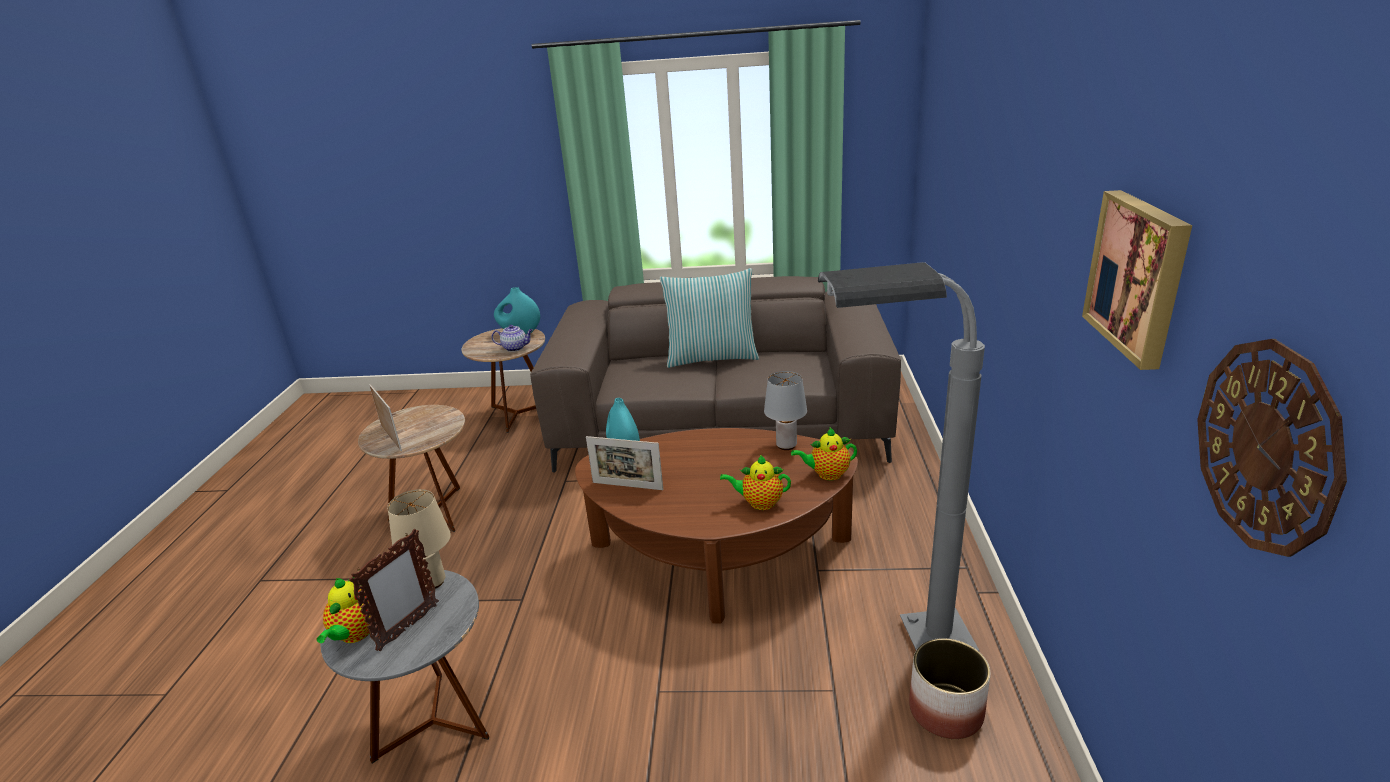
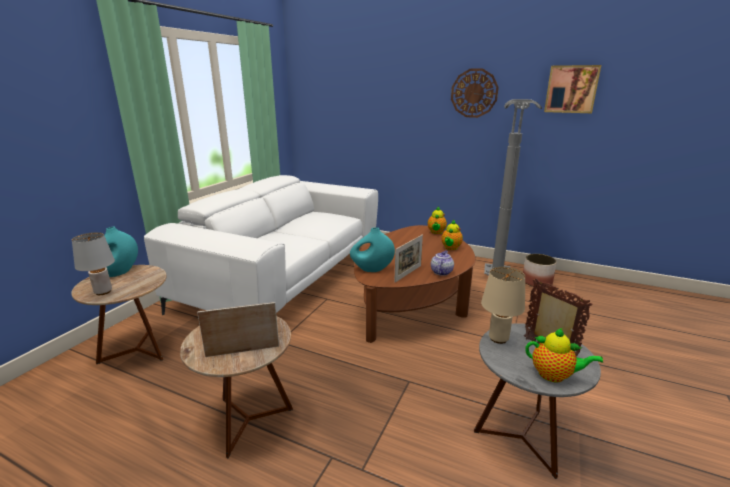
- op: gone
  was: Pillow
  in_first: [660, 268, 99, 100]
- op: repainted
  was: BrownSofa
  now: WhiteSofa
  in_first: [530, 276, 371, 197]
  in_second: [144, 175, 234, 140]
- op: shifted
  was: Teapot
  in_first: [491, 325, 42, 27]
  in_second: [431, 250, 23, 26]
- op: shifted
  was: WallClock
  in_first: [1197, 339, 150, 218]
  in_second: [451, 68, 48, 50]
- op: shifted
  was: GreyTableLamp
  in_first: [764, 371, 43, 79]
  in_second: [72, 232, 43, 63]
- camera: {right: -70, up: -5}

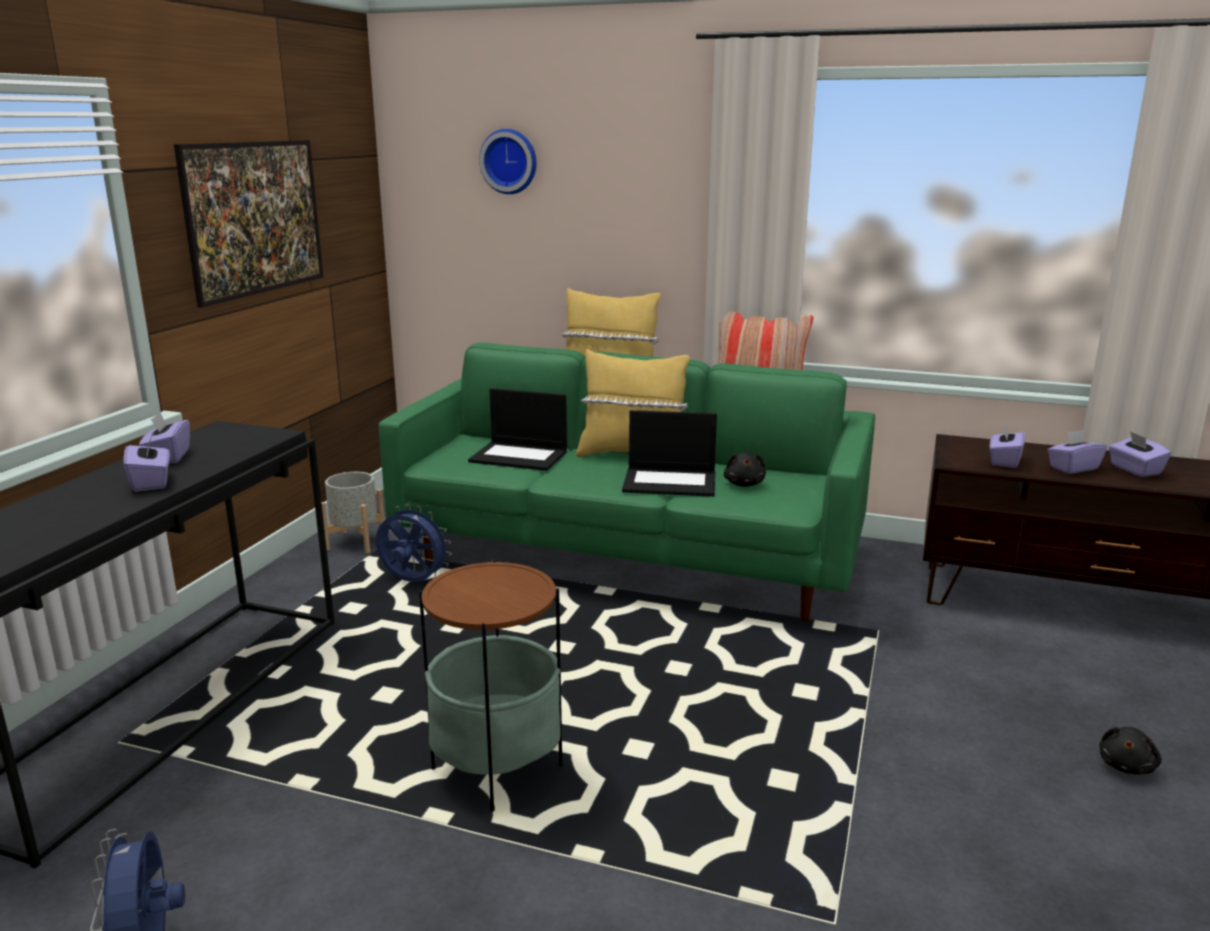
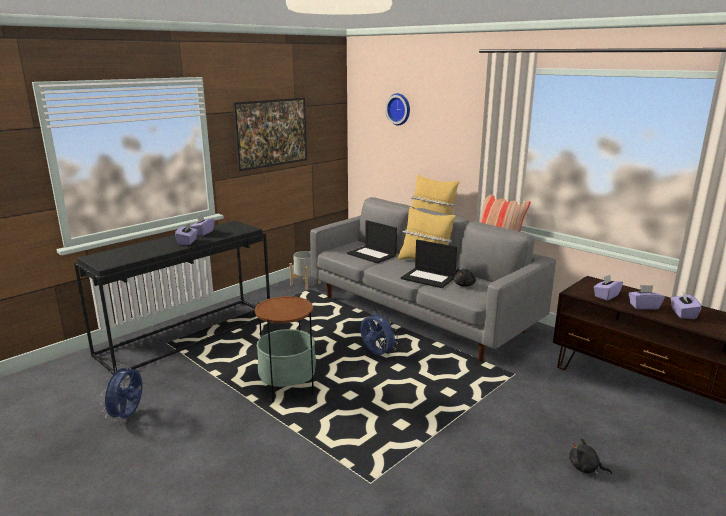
- op: repainted
  was: GreenSofa
  now: GreySofa
  in_first: [378, 342, 497, 279]
  in_second: [310, 197, 246, 164]
- op: shifted
  was: BlueFan
  in_first: [376, 504, 76, 78]
  in_second: [361, 311, 37, 44]
- op: rotated
  was: BlackPlushToy
  in_first: [1099, 727, 63, 48]
  in_second: [569, 438, 43, 37]
  clockwise: 60
- camera: {right: 25, up: 0}

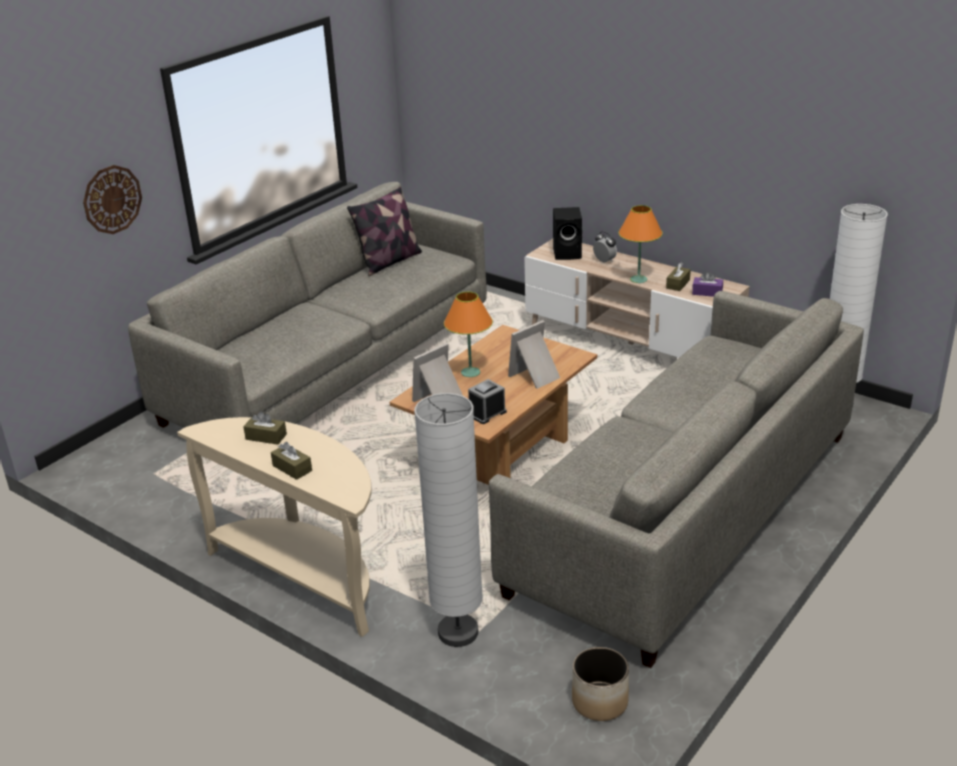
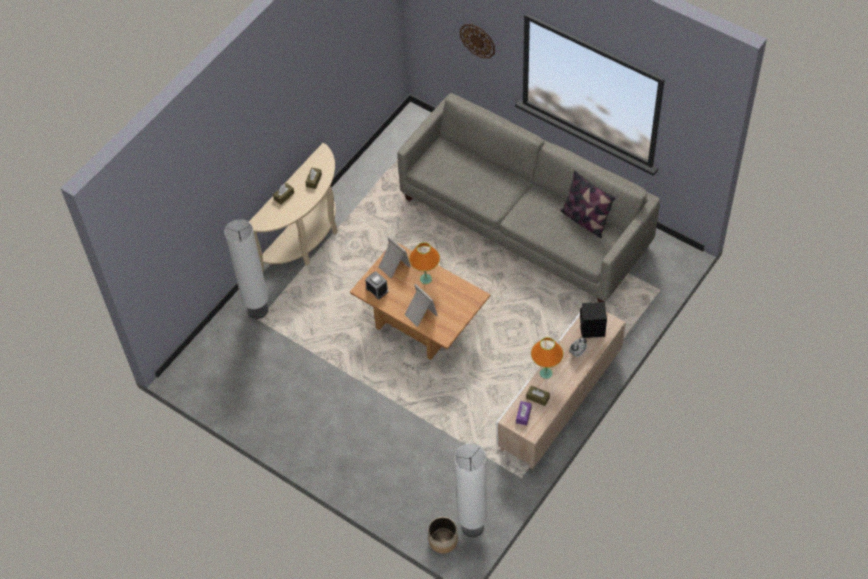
- op: gone
  was: GreySofa
  in_first: [489, 291, 375, 377]
- op: shifted
  was: Planter
  in_first: [572, 647, 57, 74]
  in_second: [428, 517, 30, 36]
- camera: {right: 90, up: 25}

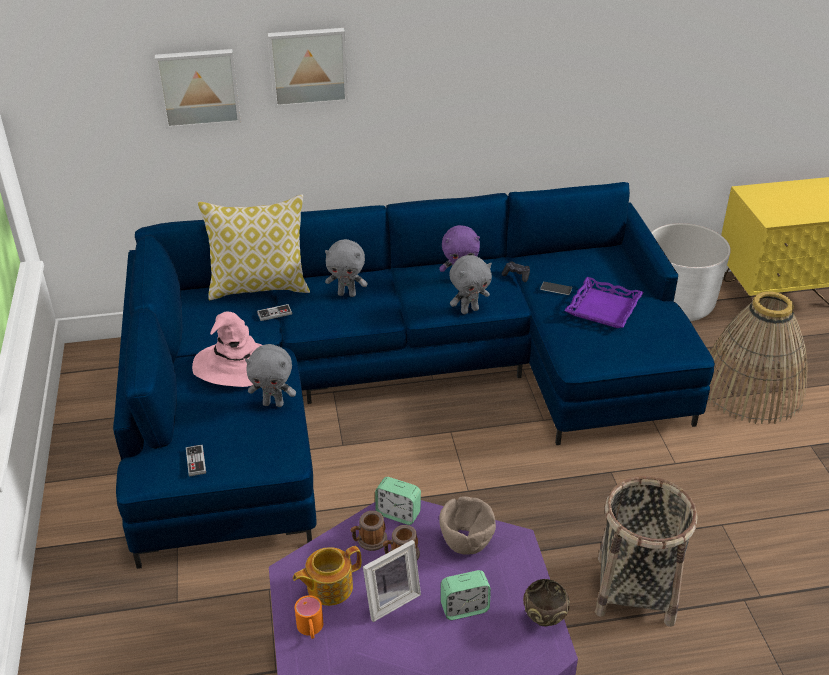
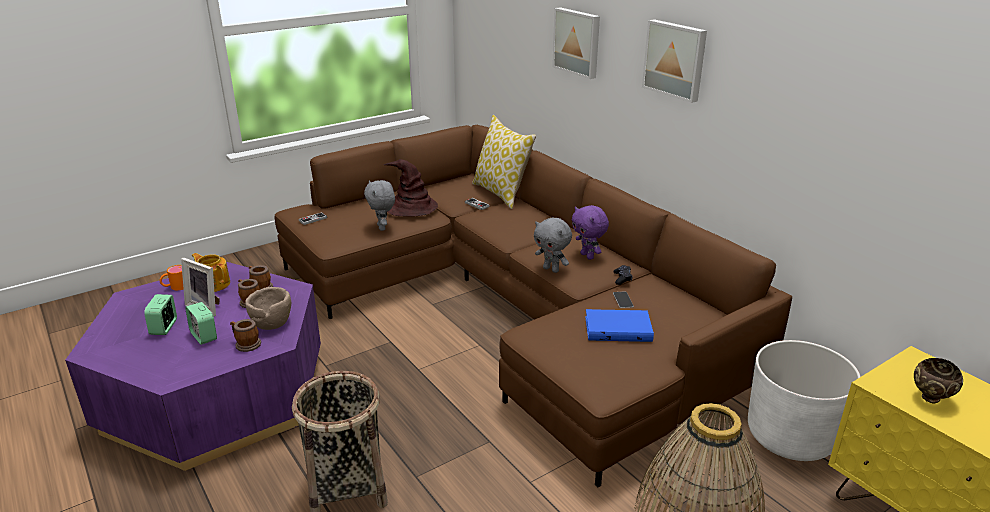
- op: shifted
  was: Picture
  in_first: [154, 49, 87, 80]
  in_second: [642, 19, 65, 84]
- op: repainted
  was: BlueSofa
  now: BrownSofa
  in_first: [113, 182, 602, 387]
  in_second: [275, 125, 517, 362]
- op: gone
  was: GreyPlushToy
  in_first: [325, 239, 43, 58]
- op: swapped
  was: PurpleTray
  now: BlueBook
  in_first: [564, 277, 80, 51]
  in_second: [585, 309, 69, 33]
- op: repainted
  was: PinkHat
  now: BrownHat
  in_first: [192, 311, 70, 76]
  in_second: [384, 159, 54, 58]
- op: shifted
  was: AlarmClock
  in_first: [375, 477, 46, 48]
  in_second: [144, 294, 33, 41]
- op: shifted
  was: BrownBowl
  in_first: [523, 579, 47, 48]
  in_second: [914, 358, 49, 45]
- op: new
  now: Mug
  in_second: [230, 319, 31, 33]
- camera: {right: 65, up: -10}

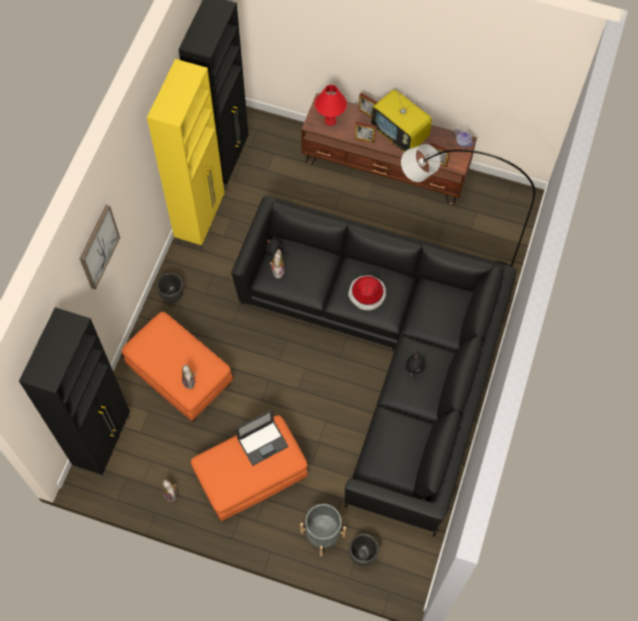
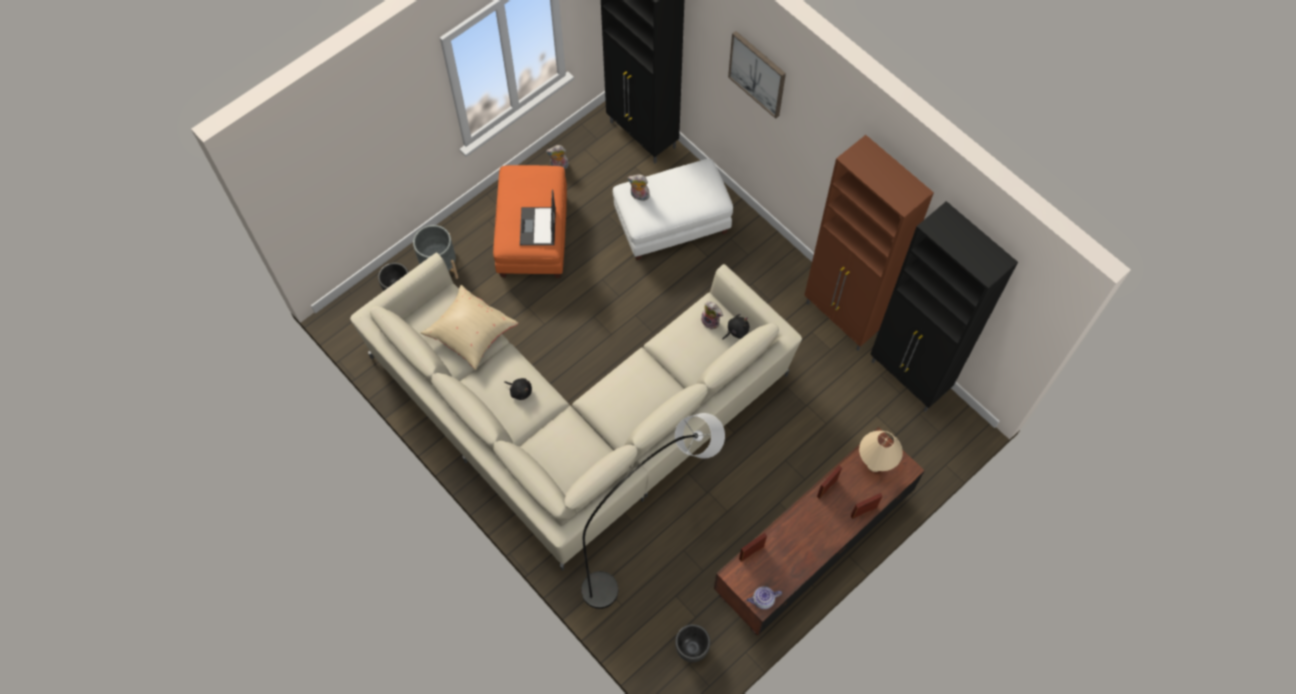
- op: repainted
  was: YellowCabinet
  now: BrownCabinet
  in_first: [147, 59, 77, 191]
  in_second: [805, 135, 129, 216]
- op: repainted
  was: RedTableLamp
  now: BeigeTableLamp
  in_first: [315, 85, 32, 41]
  in_second: [859, 431, 44, 41]
- op: gone
  was: Television
  in_first: [371, 90, 61, 62]
- op: repainted
  was: BlackSofa
  now: BeigeSofa
  in_first: [232, 196, 285, 341]
  in_second: [350, 252, 452, 319]
- op: shifted
  was: BlackPlanter
  in_first: [156, 273, 28, 30]
  in_second: [675, 624, 36, 38]
- op: gone
  was: Hat
  in_first: [348, 275, 38, 35]
- op: repainted
  was: OrangeOttoman
  now: WhiteOttoman
  in_first: [122, 312, 111, 110]
  in_second: [613, 159, 120, 101]
- op: new
  now: BeigePillow
  in_second: [421, 285, 97, 85]
- camera: {right: 120, up: 0}

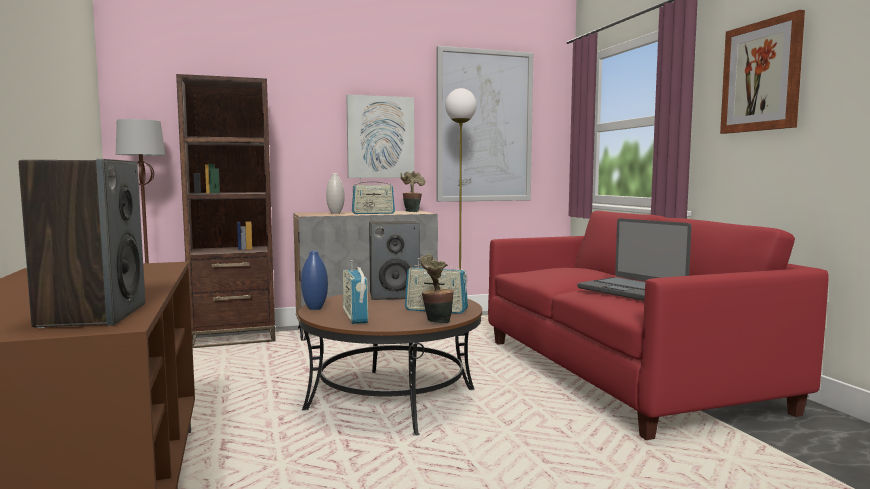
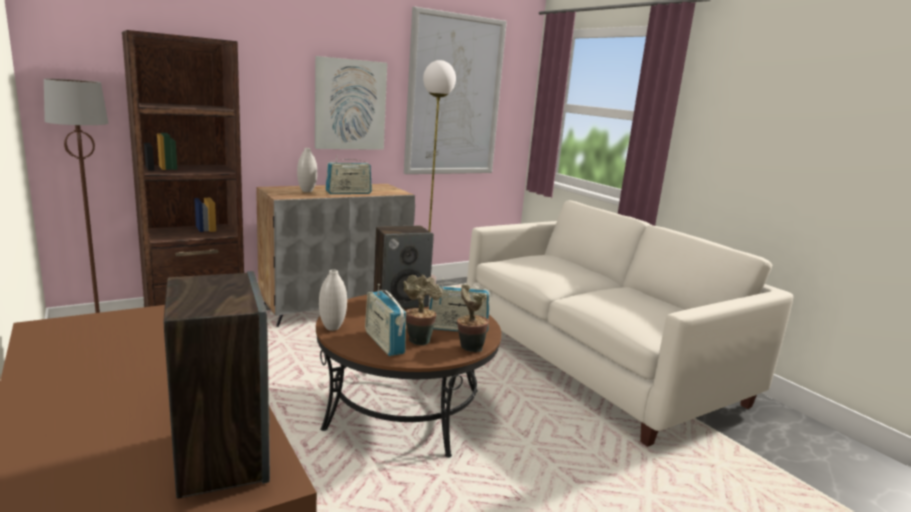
- op: gone
  was: Picture
  in_first: [720, 10, 85, 124]
- op: shifted
  was: PottedPlant
  in_first: [401, 171, 25, 41]
  in_second: [403, 275, 39, 71]
- op: repainted
  was: RedSofa
  now: WhiteSofa
  in_first: [488, 211, 341, 229]
  in_second: [467, 200, 326, 247]
- op: gone
  was: Laptop
  in_first: [577, 218, 115, 83]
- op: repainted
  was: BlueVase
  now: WhiteVase
  in_first: [301, 251, 27, 59]
  in_second: [319, 269, 28, 62]
- camera: {right: -15, up: 10}

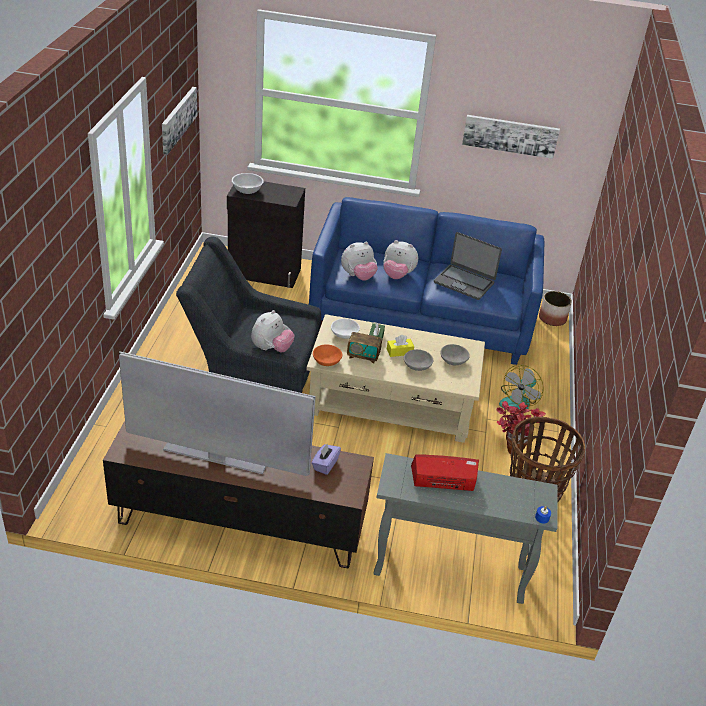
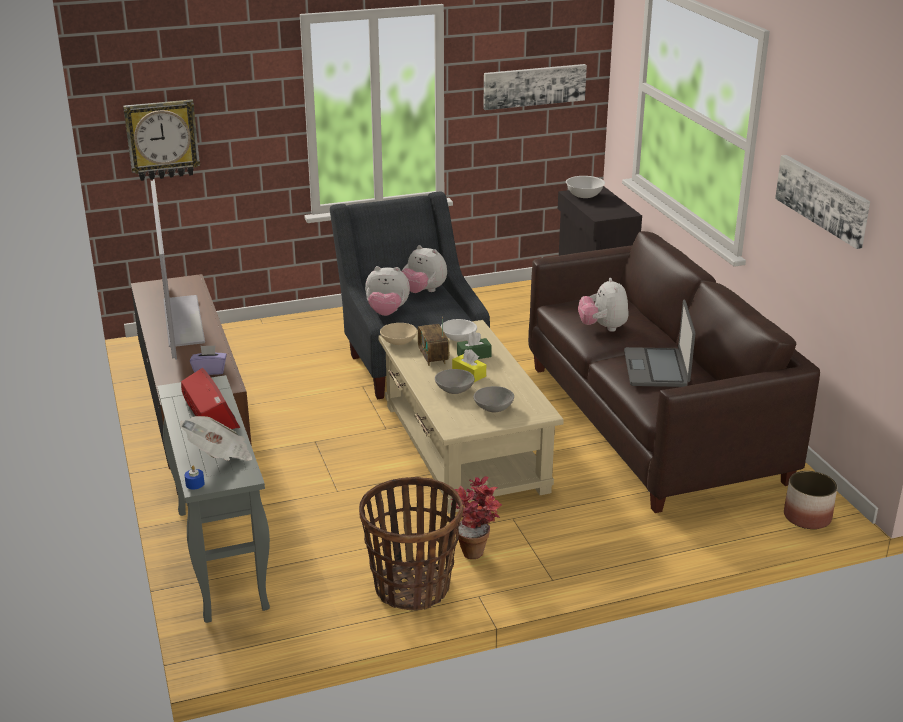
- op: repainted
  was: BlueSofa
  now: BrownSofa
  in_first: [309, 197, 235, 168]
  in_second: [528, 231, 292, 282]
- op: shifted
  was: PlushToy
  in_first: [341, 242, 37, 39]
  in_second: [402, 245, 45, 48]
- op: repainted
  was: OrangeBowl
  now: BeigeBowl
  in_first: [313, 345, 29, 21]
  in_second: [380, 323, 37, 22]
- op: gone
  was: Fan
  in_first: [499, 365, 45, 45]
- op: new
  now: WallClock
  in_second: [123, 99, 77, 82]
- op: new
  now: Newspaper
  in_second: [180, 416, 72, 45]
- camera: {right: 65, up: -10}

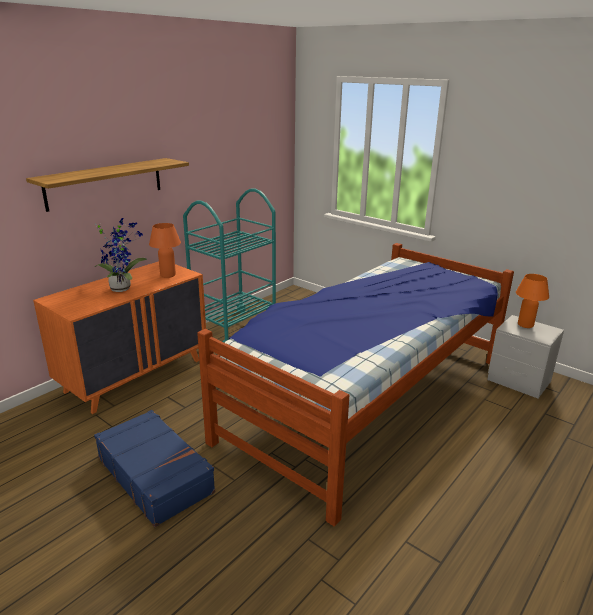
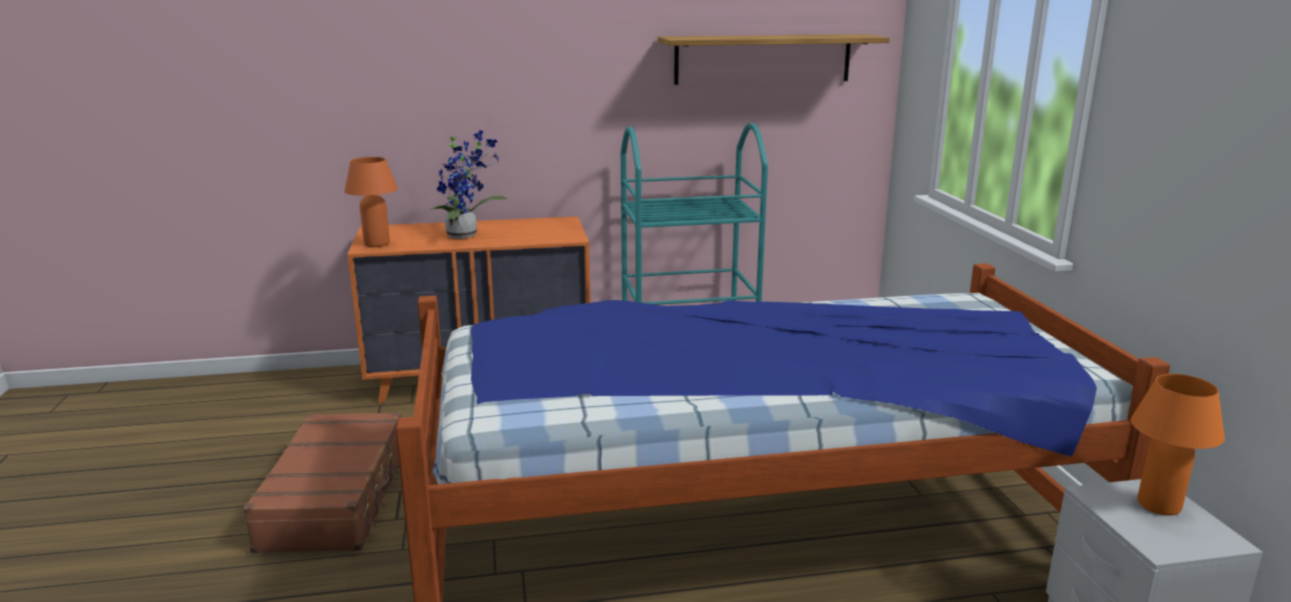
- op: shifted
  was: Shelf
  in_first: [26, 158, 163, 54]
  in_second: [657, 34, 233, 51]
- op: shifted
  was: OrangeTableLamp
  in_first: [149, 223, 32, 55]
  in_second: [344, 157, 54, 90]
- op: repainted
  was: BlueSuitcase
  now: BrownSuitcase
  in_first: [94, 410, 121, 117]
  in_second: [243, 412, 158, 141]
- camera: {right: 40, up: -5}

